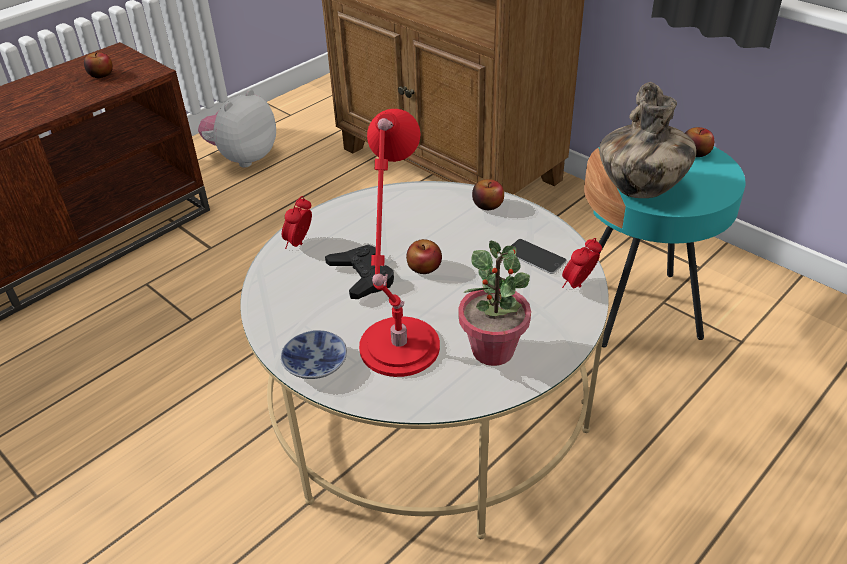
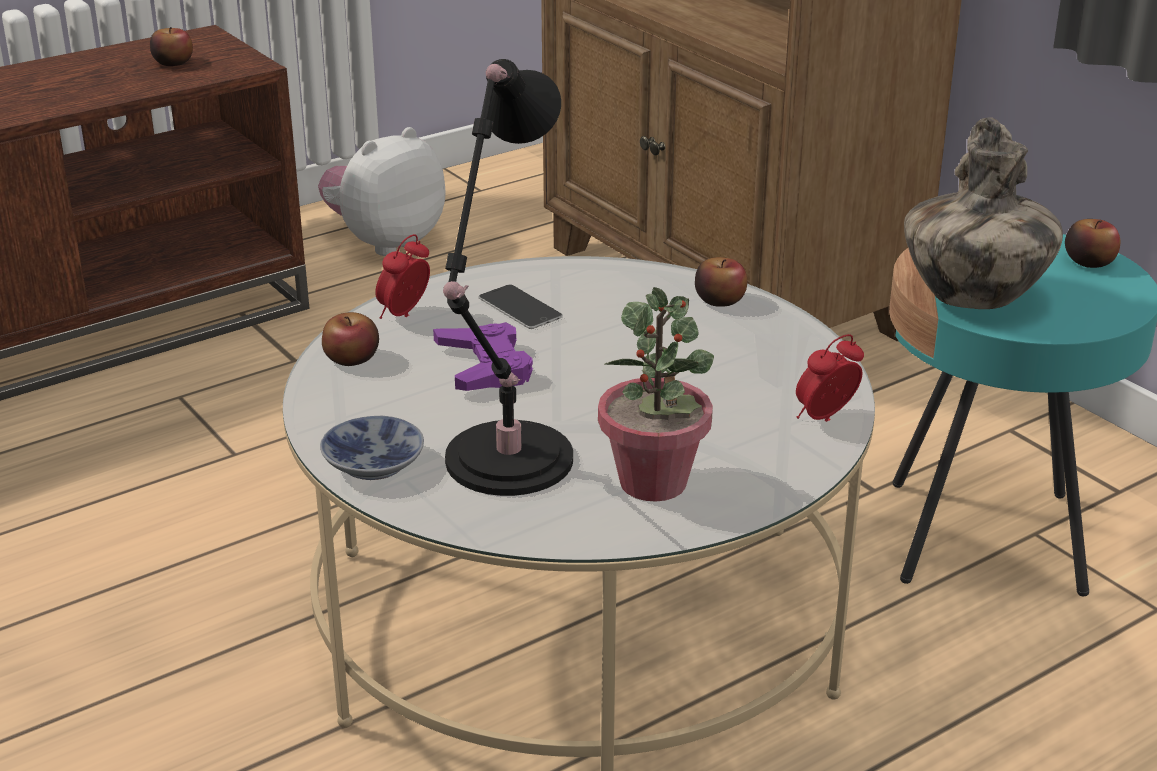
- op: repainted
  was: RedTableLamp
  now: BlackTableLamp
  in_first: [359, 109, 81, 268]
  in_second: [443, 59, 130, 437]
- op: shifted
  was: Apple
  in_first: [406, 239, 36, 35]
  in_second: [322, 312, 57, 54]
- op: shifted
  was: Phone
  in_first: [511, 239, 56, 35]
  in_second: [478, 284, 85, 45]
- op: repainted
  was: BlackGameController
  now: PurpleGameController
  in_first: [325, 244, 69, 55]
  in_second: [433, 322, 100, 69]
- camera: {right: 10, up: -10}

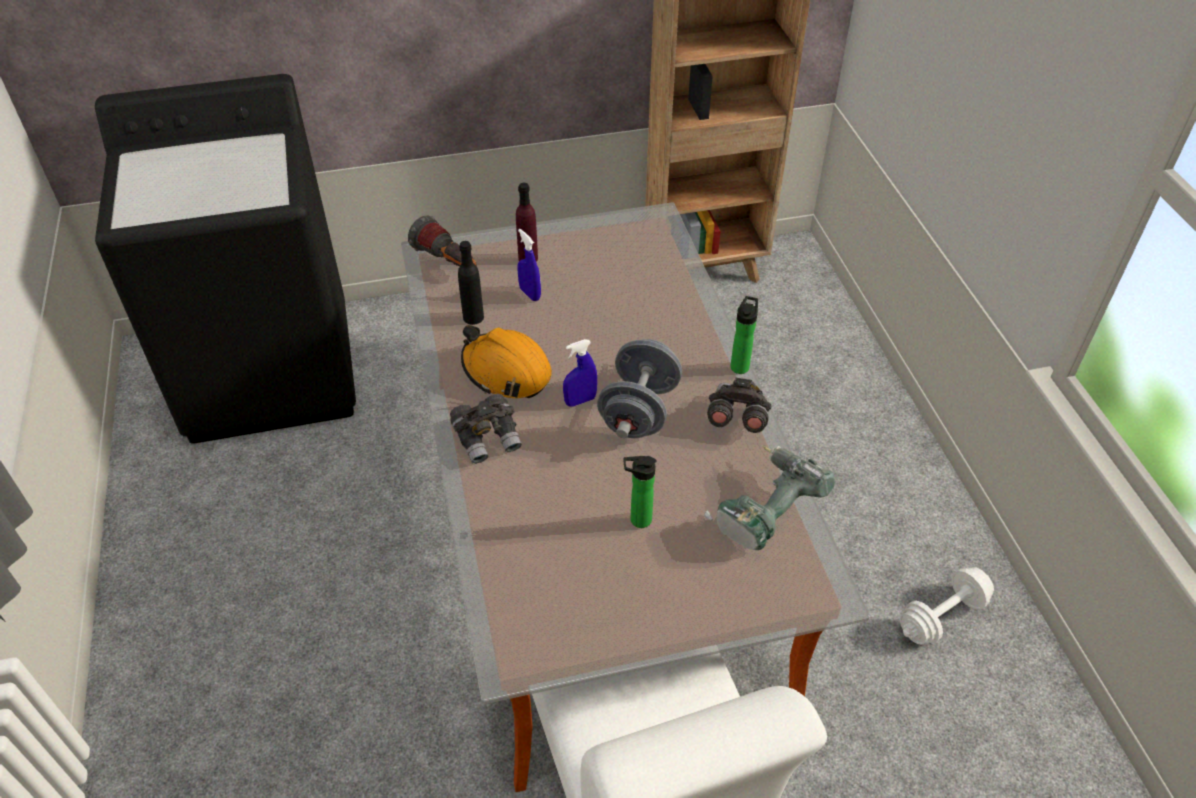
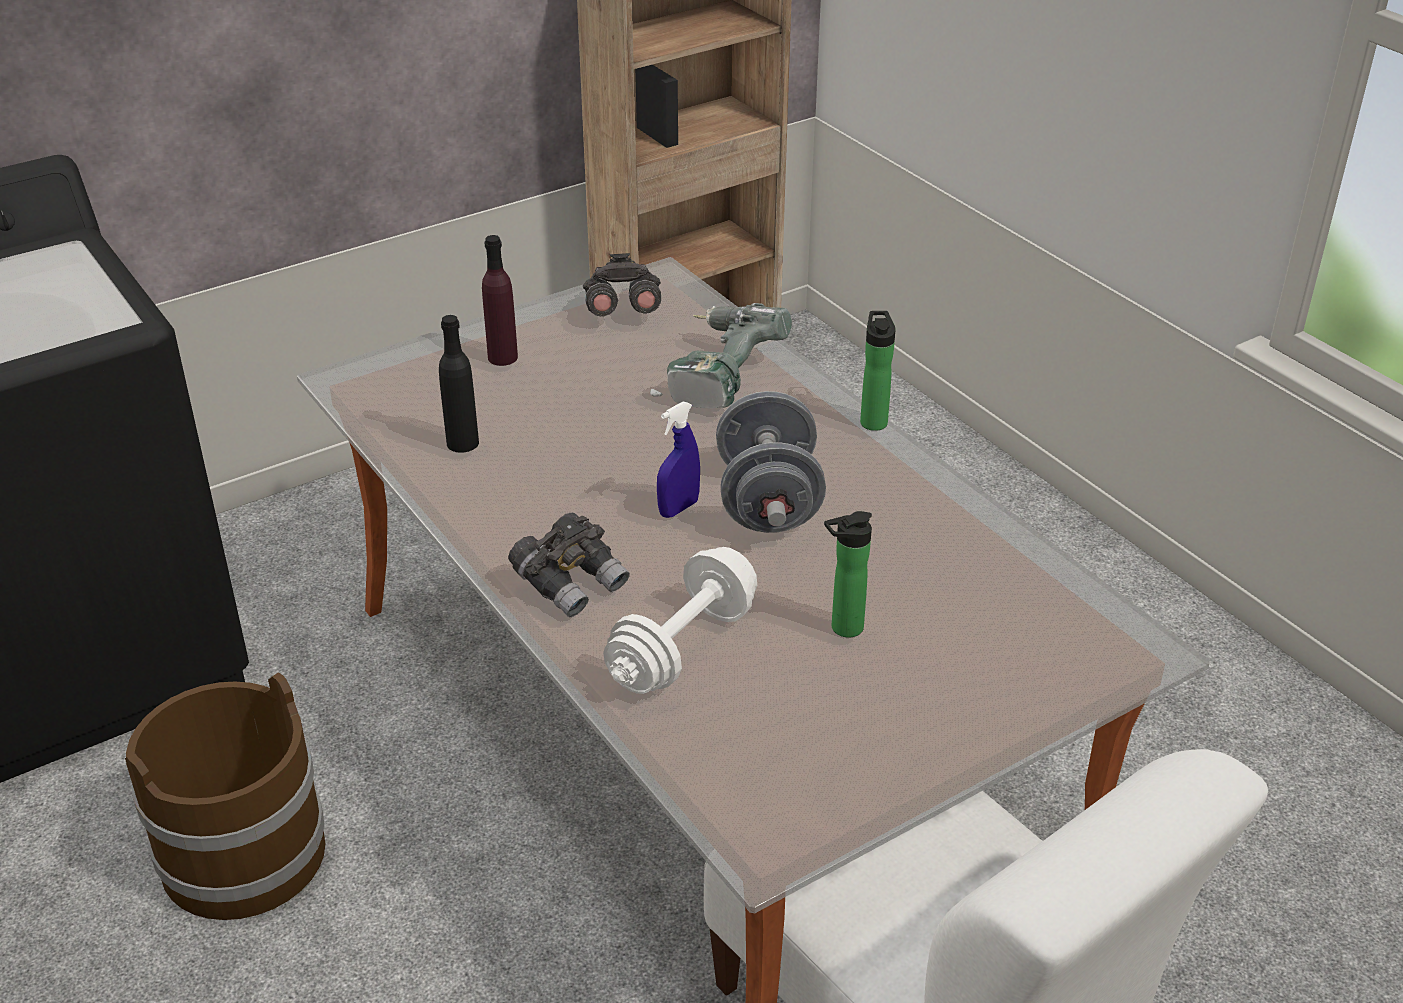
- op: gone
  was: Flashlight
  in_first: [408, 216, 69, 50]
- op: gone
  was: BlueSprayBottle
  in_first: [517, 229, 24, 72]
- op: gone
  was: OrangeHardHat
  in_first: [461, 325, 91, 73]
- op: shifted
  was: GreyBinoculars
  in_first: [707, 377, 64, 56]
  in_second: [583, 253, 78, 63]
- op: shifted
  was: PowerDrill
  in_first: [704, 445, 131, 105]
  in_second: [650, 303, 142, 105]
- op: shifted
  was: WhiteDumbbell
  in_first: [900, 567, 94, 78]
  in_second: [603, 547, 154, 147]
- op: new
  now: BrownBucket
  in_second: [125, 672, 200, 248]
- camera: {right: -20, up: -10}

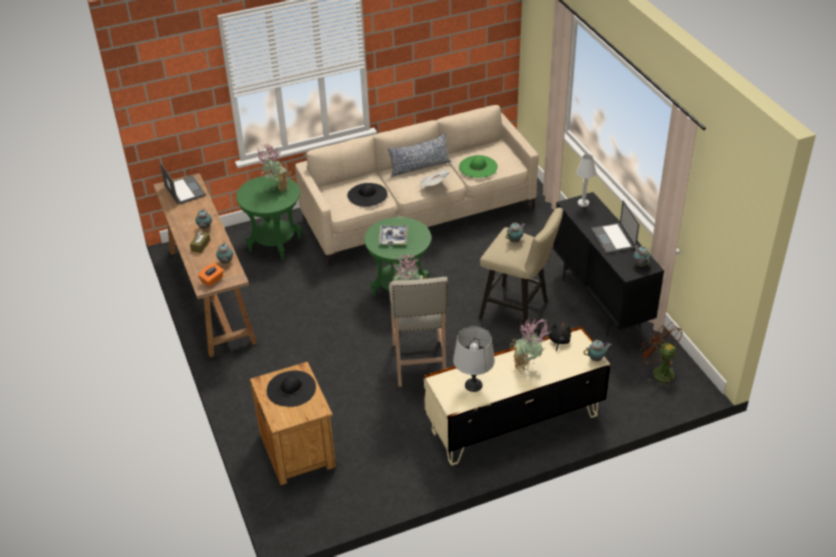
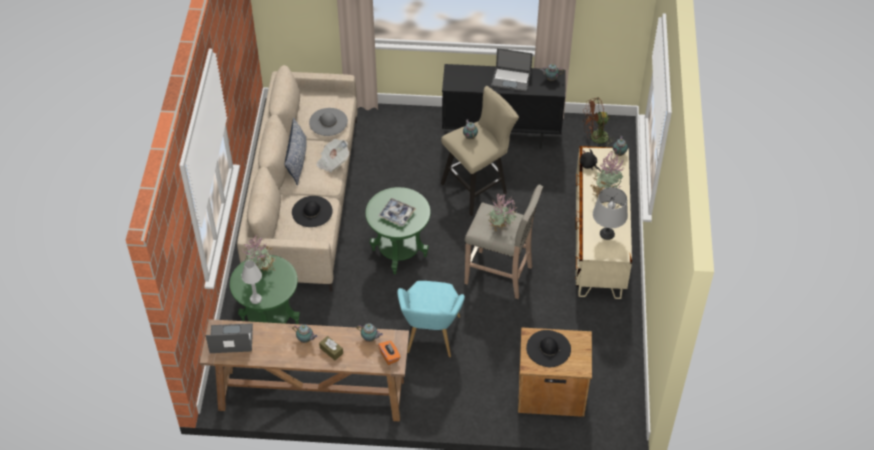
- op: shifted
  was: WhiteTableLamp
  in_first: [576, 154, 20, 53]
  in_second: [241, 260, 21, 44]
- op: repainted
  was: GreenHat
  now: GreyHat
  in_first: [459, 155, 39, 23]
  in_second: [309, 108, 39, 28]
- op: new
  now: TurquoiseArmchair
  in_second: [397, 281, 68, 76]
- camera: {right: -65, up: 10}

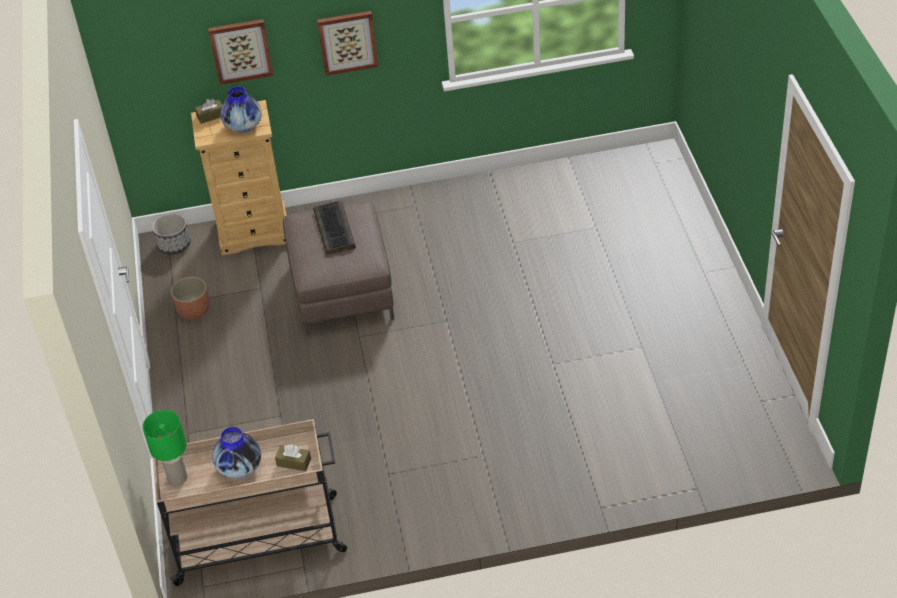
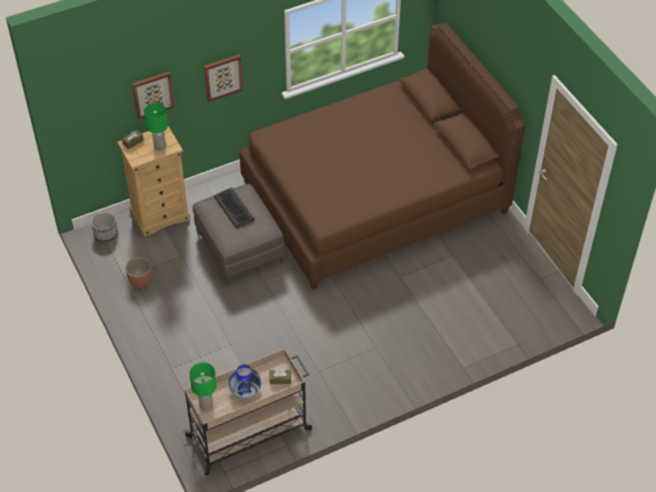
- op: swapped
  was: Vase
  now: GreenTableLamp
  in_first: [221, 87, 41, 45]
  in_second: [144, 103, 24, 48]
- op: new
  now: BrownBed
  in_second: [239, 23, 286, 266]
- camera: {right: -20, up: 5}

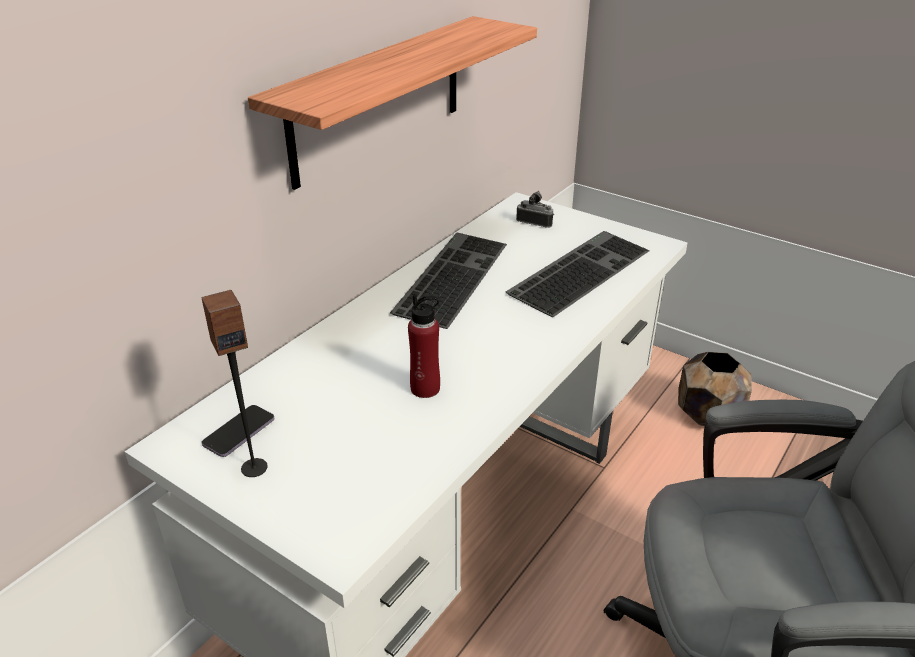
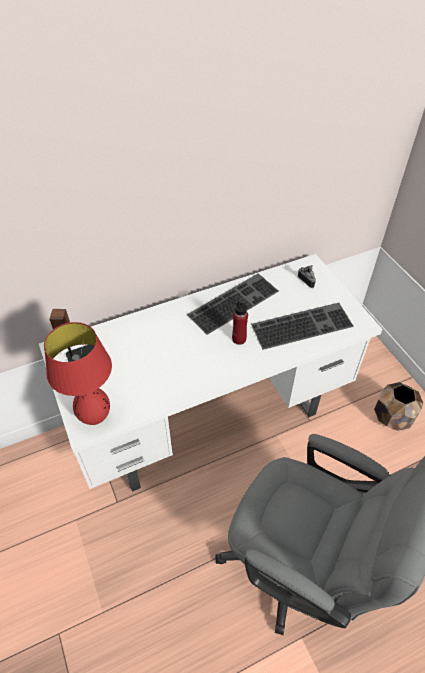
- op: gone
  was: Shelf
  in_first: [248, 16, 289, 174]
- op: shifted
  was: RedBottle
  in_first: [408, 294, 32, 104]
  in_second: [232, 300, 16, 45]
- op: new
  now: RedTableLamp
  in_second: [44, 322, 68, 103]
- camera: {right: 30, up: 15}

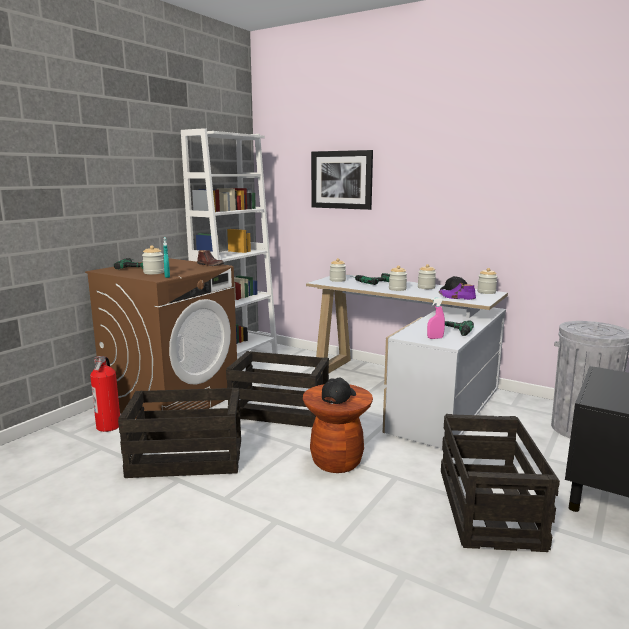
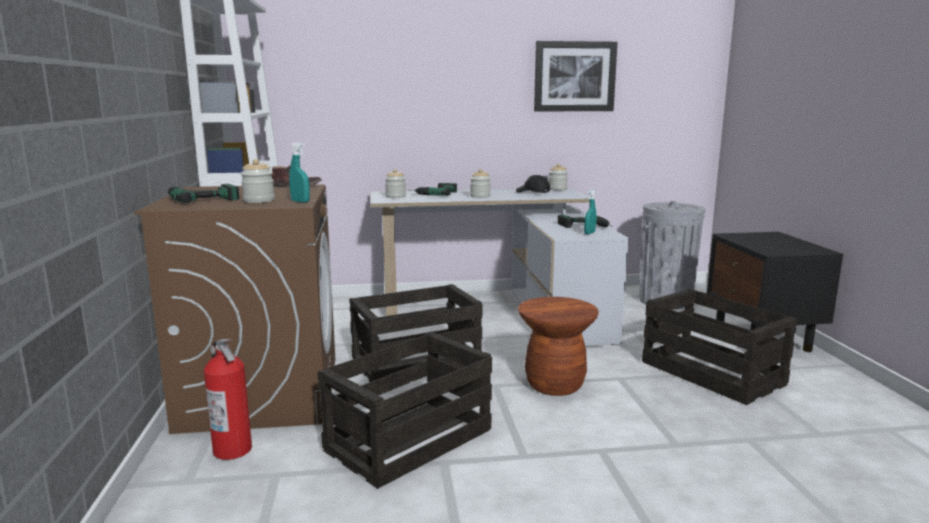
- op: shifted
  was: Picture
  in_first: [311, 150, 62, 60]
  in_second: [534, 41, 84, 70]
- op: gone
  was: Jar
  in_first: [418, 264, 18, 25]
- op: gone
  was: PurpleShoe
  in_first: [439, 283, 37, 17]
- op: repainted
  was: PinkSprayBottle
  now: TurquoiseSprayBottle
  in_first: [427, 298, 18, 41]
  in_second: [584, 190, 12, 44]
- op: gone
  was: BlackCap
  in_first: [322, 378, 34, 26]
- camera: {right: -40, up: 0}

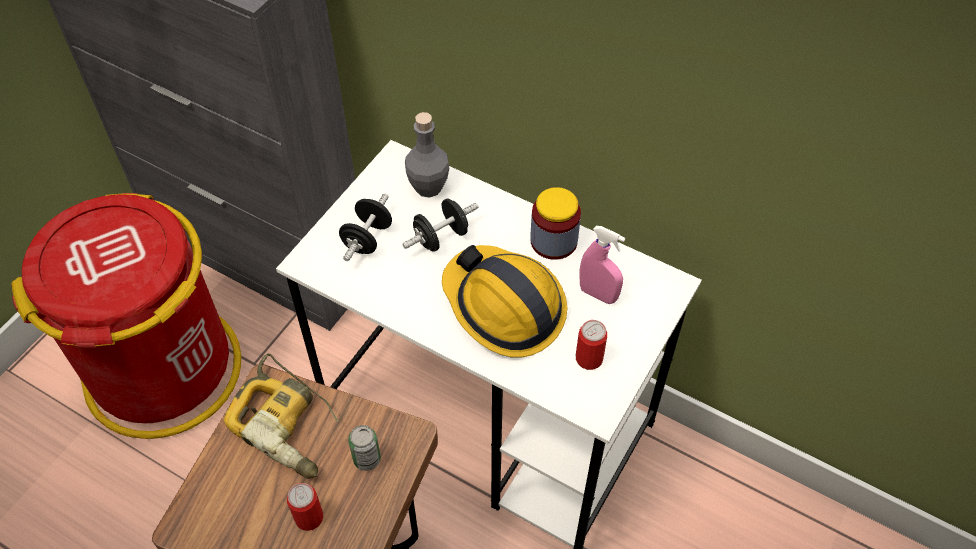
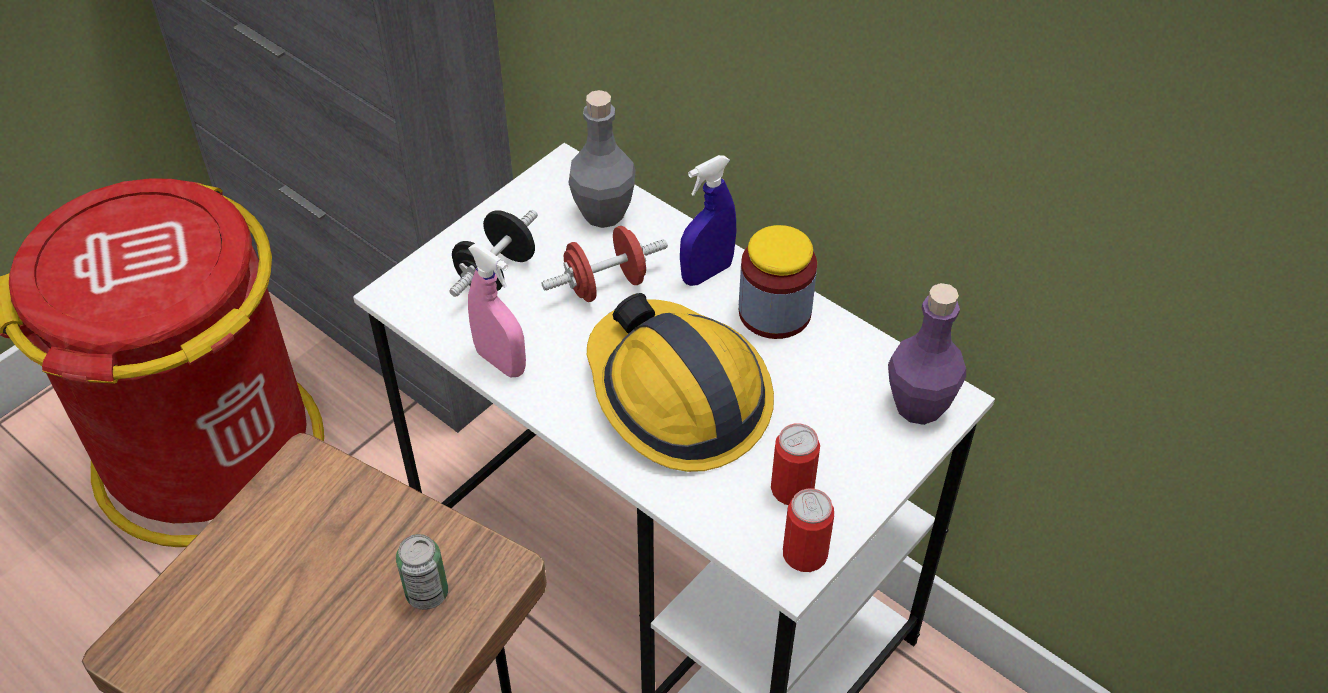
- op: repainted
  was: BlackDumbbell
  now: RedDumbbell
  in_first: [402, 198, 77, 54]
  in_second: [541, 226, 127, 76]
- op: shifted
  was: PinkSprayBottle
  in_first: [580, 226, 45, 78]
  in_second: [468, 243, 58, 134]
- op: gone
  was: PowerDrill
  in_first: [224, 354, 114, 125]
- op: shifted
  was: Can
  in_first: [287, 483, 36, 48]
  in_second: [783, 488, 51, 84]
- op: new
  now: BlueSprayBottle
  in_second: [680, 155, 56, 131]
- op: new
  now: PurpleBottle
  in_second: [888, 283, 78, 142]
- camera: {right: 10, up: -5}

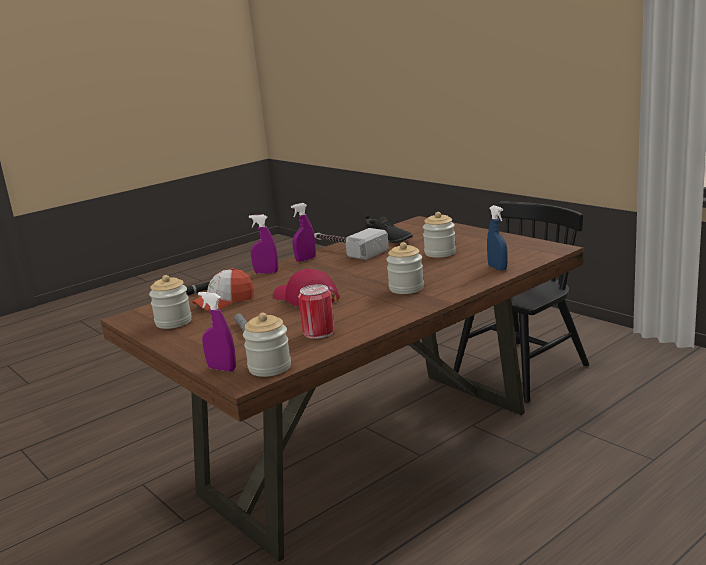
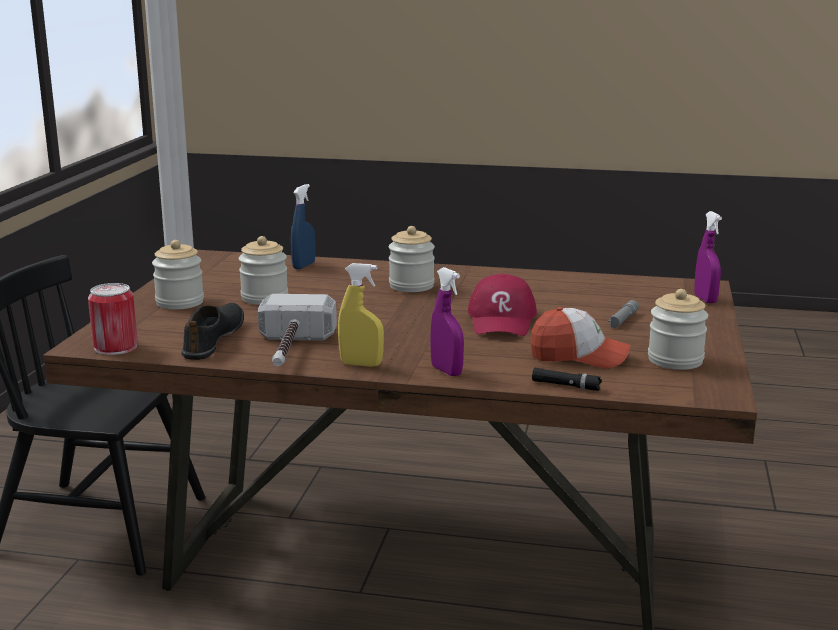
- op: repainted
  was: PurpleSprayBottle
  now: YellowSprayBottle
  in_first: [291, 203, 25, 59]
  in_second: [338, 263, 46, 104]
- op: shifted
  was: Can
  in_first: [298, 285, 37, 54]
  in_second: [88, 283, 50, 72]
- op: shifted
  was: Jar
  in_first: [243, 313, 48, 64]
  in_second: [152, 240, 52, 70]
- camera: {right: -130, up: 0}

